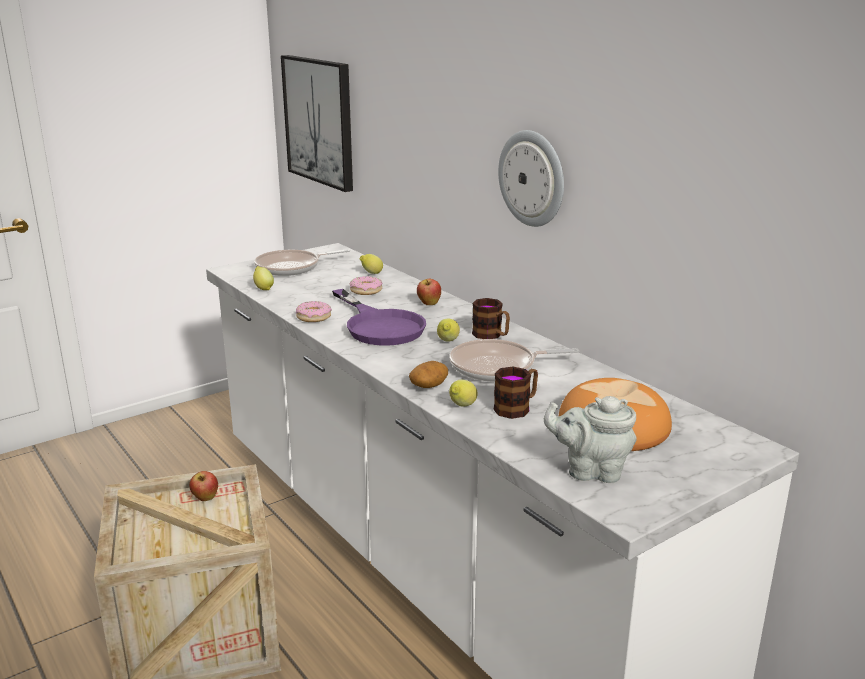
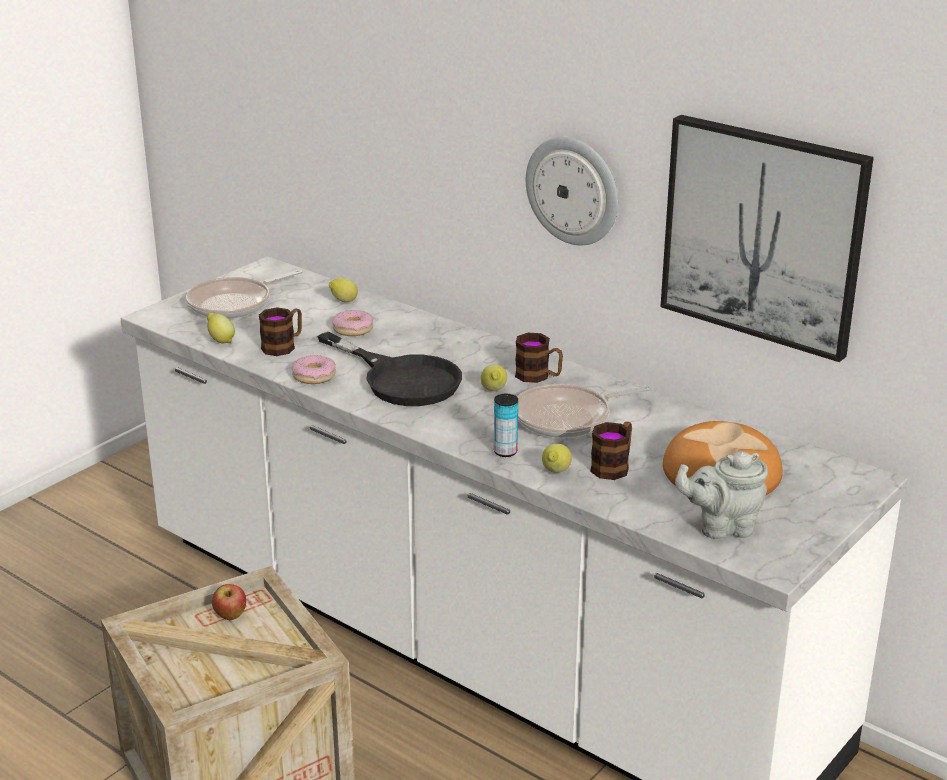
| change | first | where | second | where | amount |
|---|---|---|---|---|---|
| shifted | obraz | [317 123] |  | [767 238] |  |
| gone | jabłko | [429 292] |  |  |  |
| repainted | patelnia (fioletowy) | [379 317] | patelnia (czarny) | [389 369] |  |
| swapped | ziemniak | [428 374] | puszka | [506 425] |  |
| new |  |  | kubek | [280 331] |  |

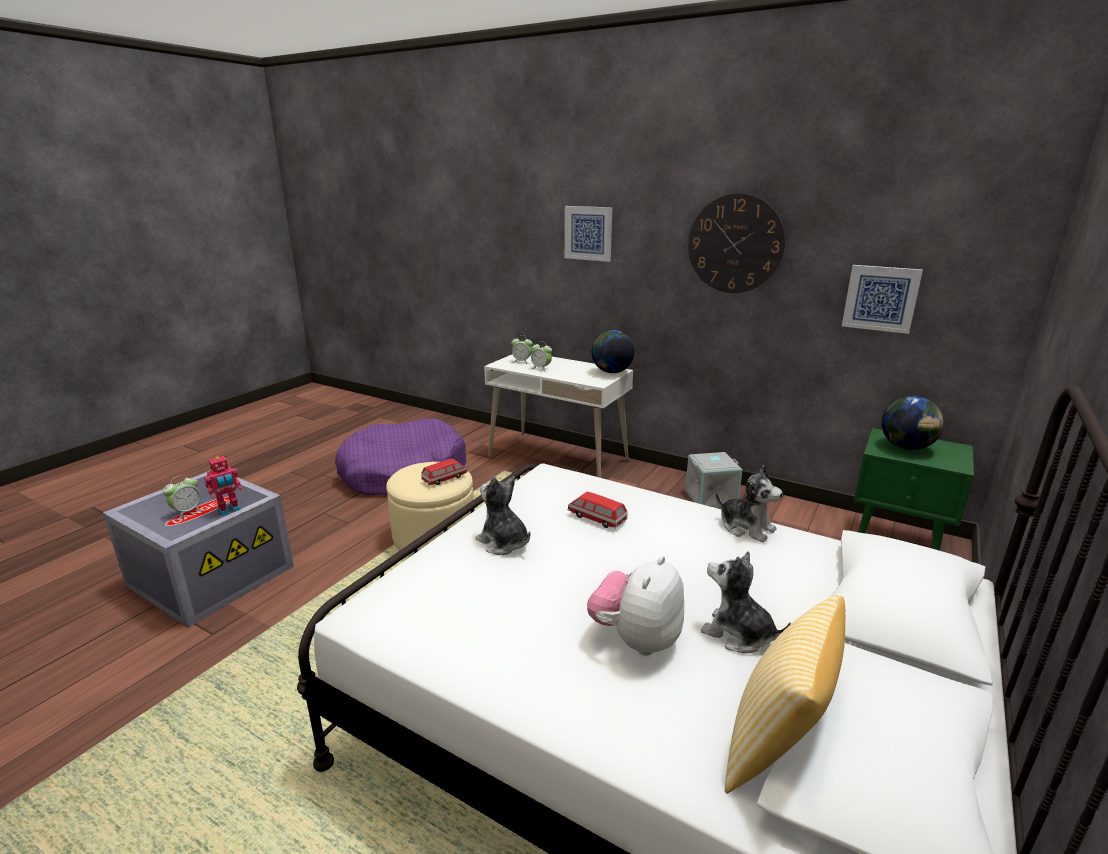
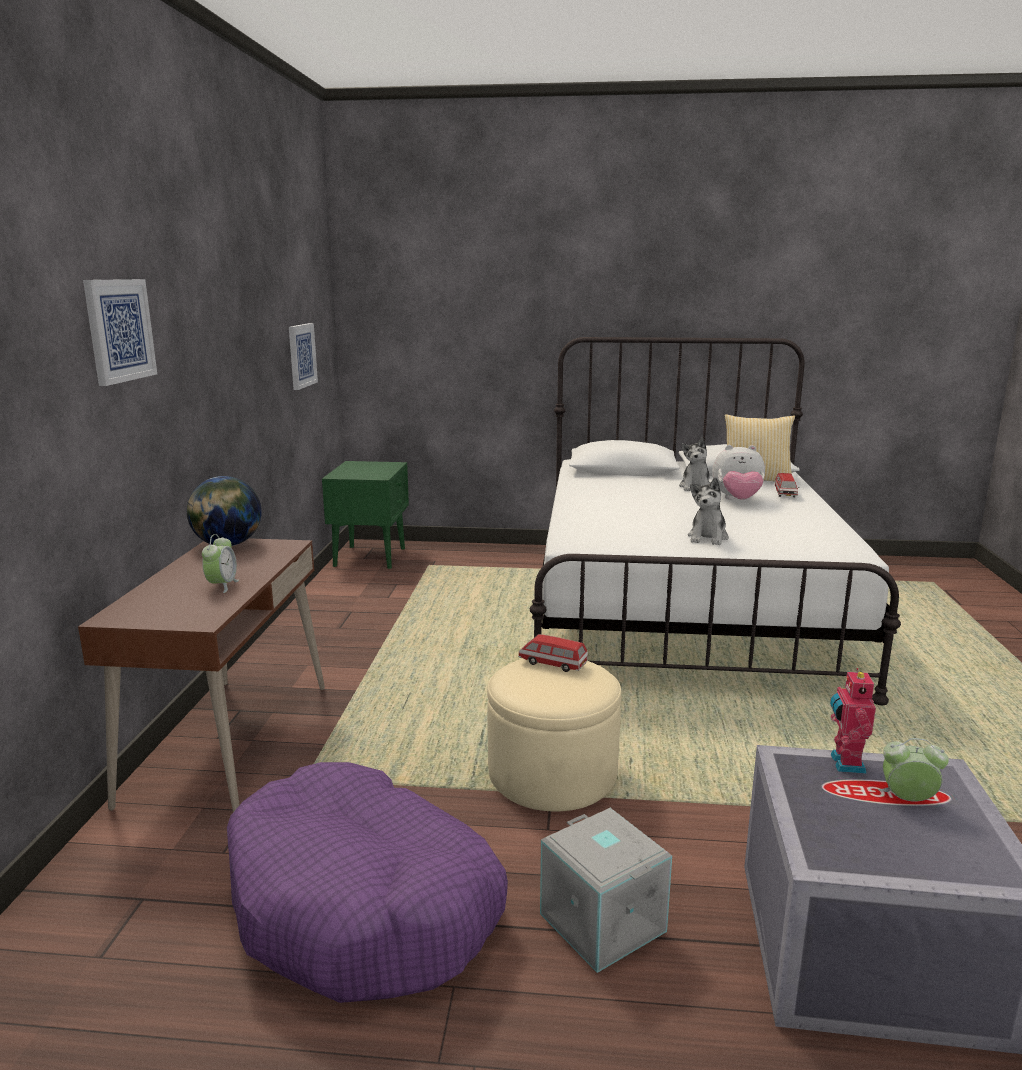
| change | first | where | second | where | amount |
|---|---|---|---|---|---|
| gone | zegar ścienny | [736 243] |  |  |  |
| gone | budzik | [522 349] |  |  |  |
| repainted | biurko (biały) | [558 415] | biurko (brązowy) | [201 675] |  |
| gone | globus | [912 423] |  |  |  |
| shifted | pojemnik do przechowywania (szary) | [713 480] |  | [606 890] |  |
| rotated | robot zabawkowy | [223 485] |  | [853 721] | 105 degrees counterclockwise |
| gone | pluszak | [749 503] |  |  |  |
| shifted | samochodzik | [597 510] |  | [787 485] |  |

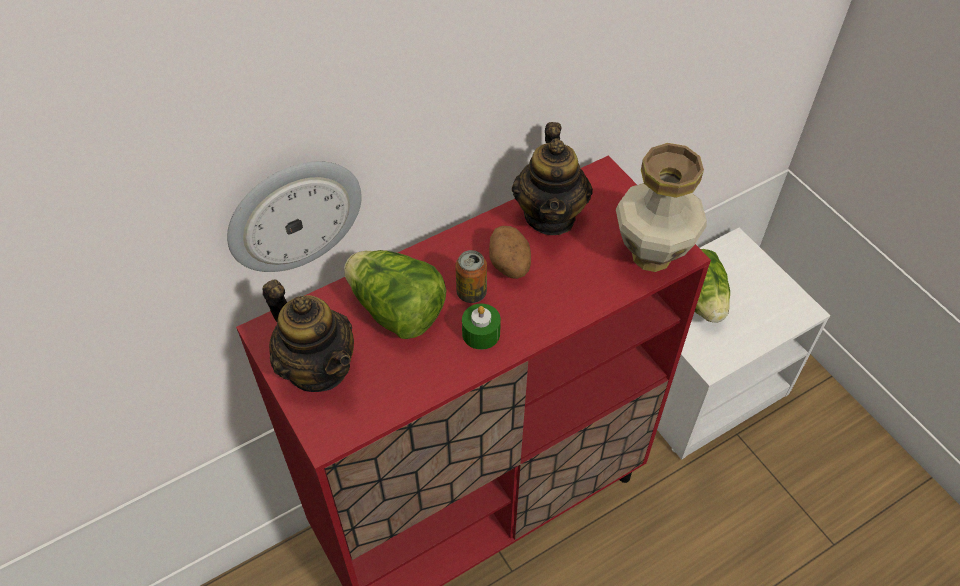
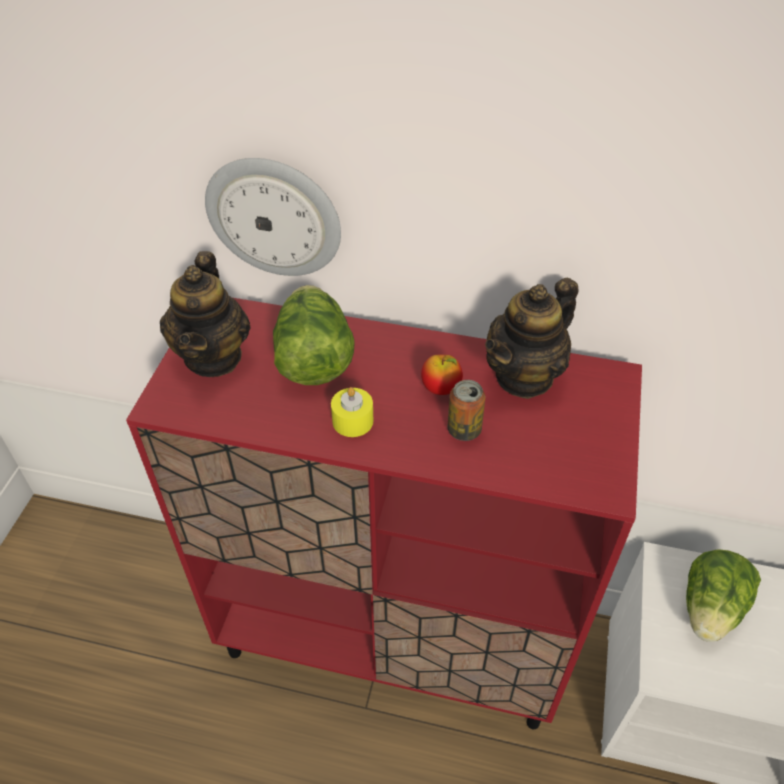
| change | first | where | second | where | amount |
|---|---|---|---|---|---|
| gone | wazon | [661 207] |  |  |  |
| swapped | ziemniak | [510 252] | jabłko | [442 374] |  |
| shifted | puszka | [471 276] |  | [466 410] |  |
| repainted | świeca (zielony) | [481 327] | świeca (żółty) | [352 412] |  |

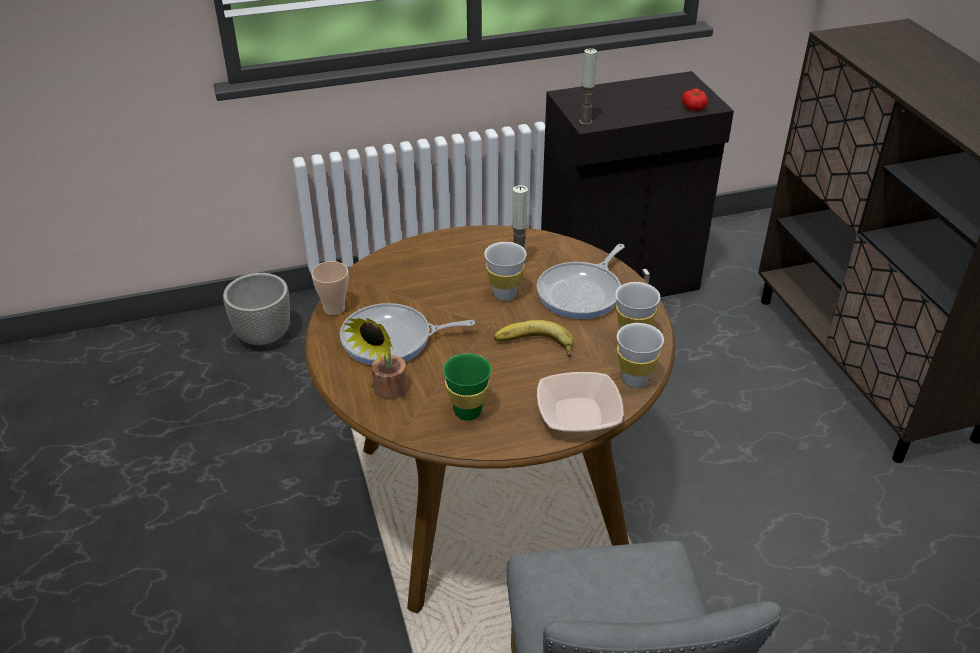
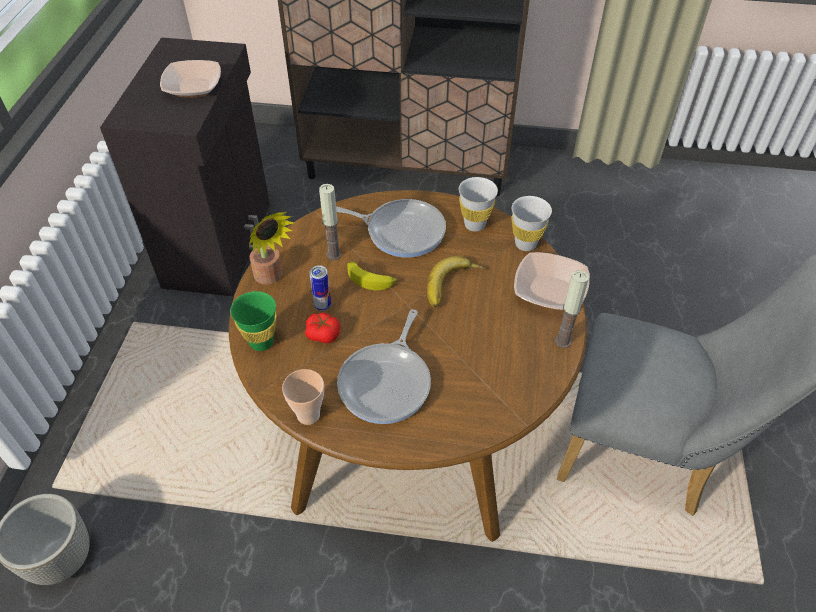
| change | first | where | second | where | amount |
|---|---|---|---|---|---|
| shifted | świeca | [588 86] |  | [572 309] |  |
| shifted | pomidor | [694 99] |  | [322 328] |  |
| swapped | filiżanka (biały) | [505 271] | banan | [372 275] |  |
| rotated | patelnia | [581 281] |  | [391 228] | 45 degrees counterclockwise |
| shifted | roślina doniczkowa | [374 359] |  | [271 248] |  |
| shifted | filiżanka (zielony) | [467 387] |  | [253 321] |  |
| new |  |  | miska | [190 79] |  |
| new |  |  | puszka | [320 288] |  |

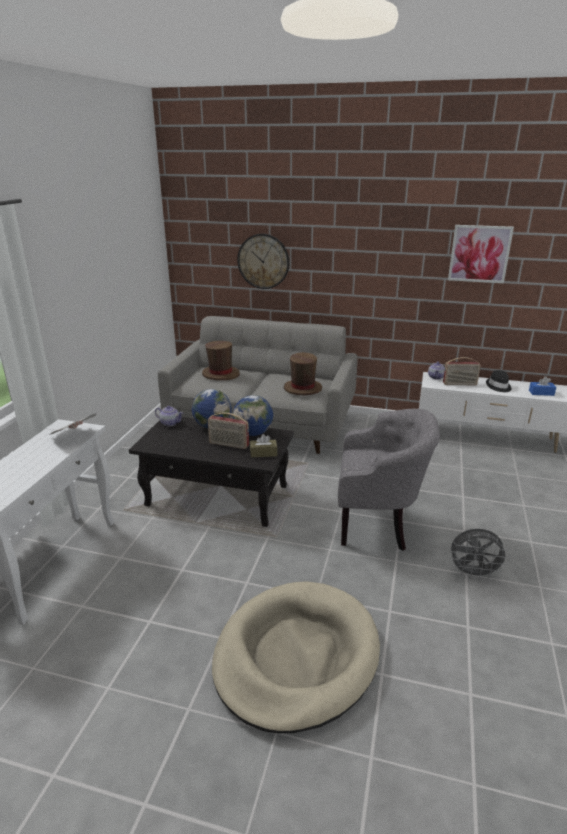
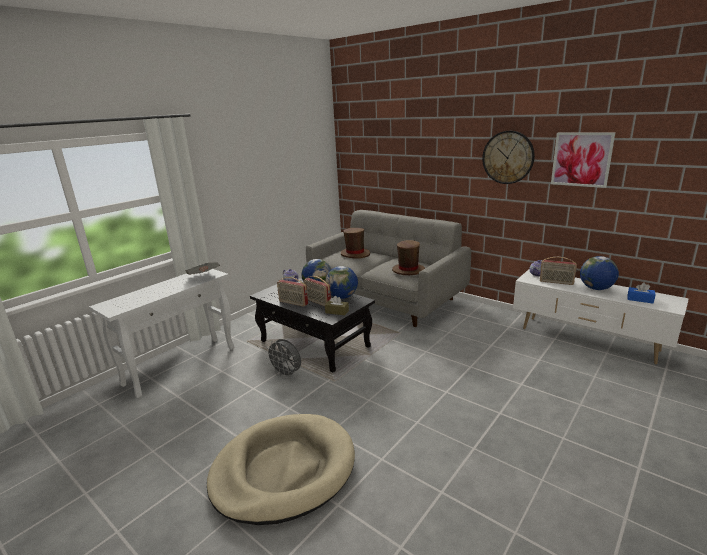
| change | first | where | second | where | amount |
|---|---|---|---|---|---|
| shifted | zegar ścienny | [263 261] |  | [508 157] |  |
| swapped | kapelusz (czarny) | [499 381] | globus | [599 273] |  |
| gone | fotel (szary) | [389 480] |  |  |  |
| shifted | wentylator (szary) | [479 554] |  | [283 358] |  |
| new |  |  | radio | [292 292] |  |

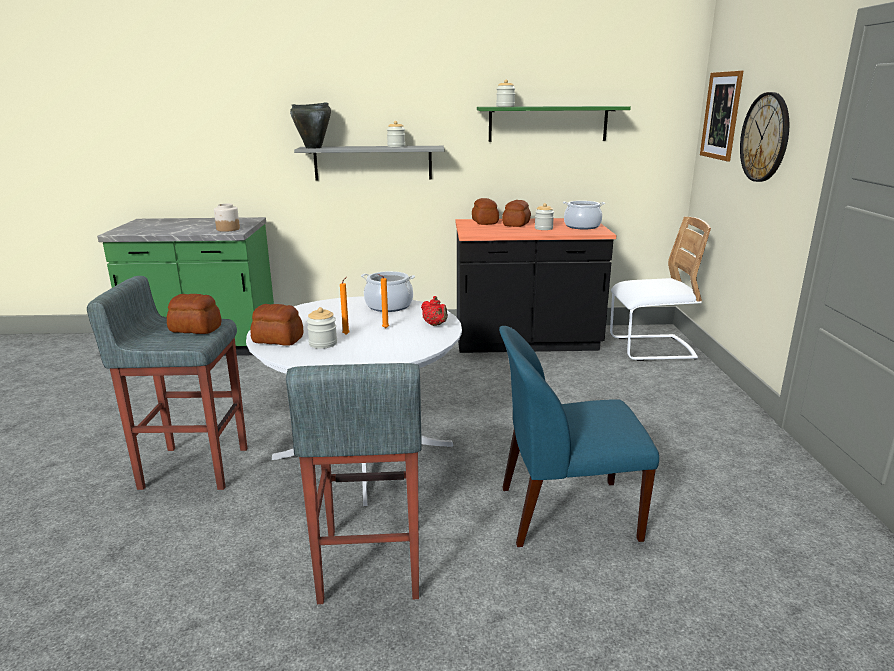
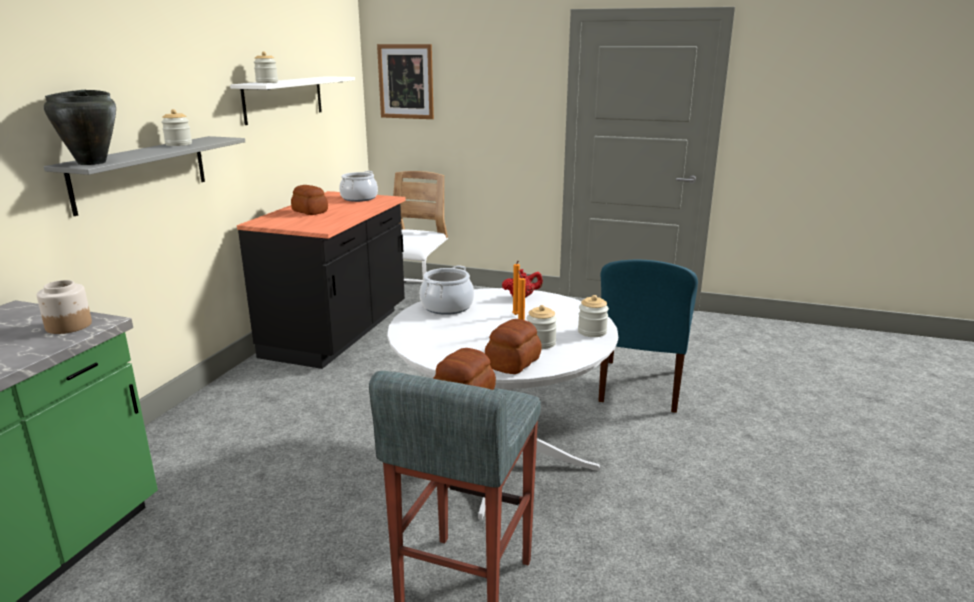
| change | first | where | second | where | amount |
|---|---|---|---|---|---|
| gone | zegar ścienny | [764 137] |  |  |  |
| repainted | półka (zielony) | [554 124] | półka (biały) | [292 100] |  |
| gone | chleb | [485 211] |  |  |  |
| shifted | słoik | [544 216] |  | [593 316] |  |
| gone | stołek (szary) | [354 483] |  |  |  |

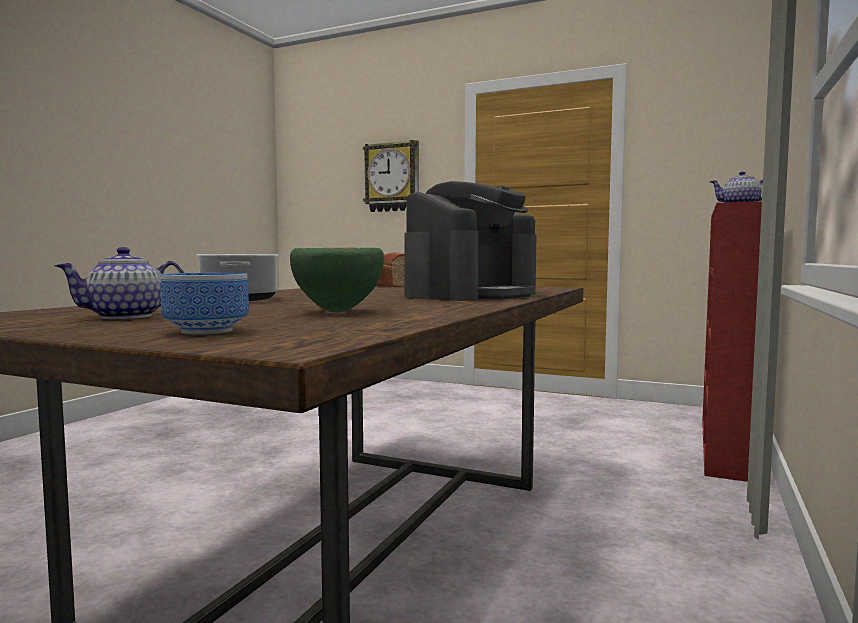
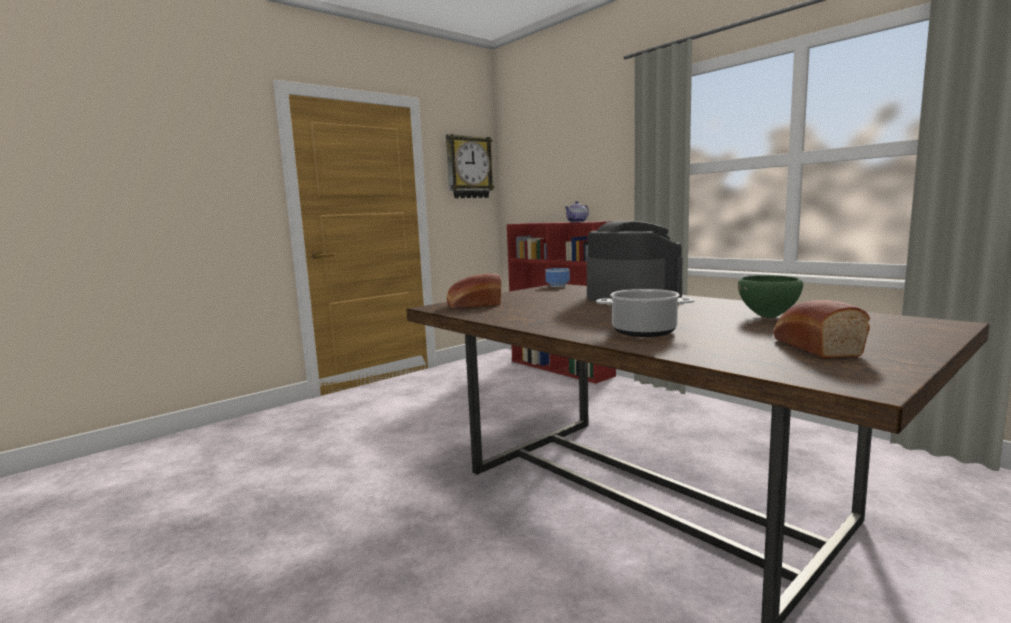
| change | first | where | second | where | amount |
|---|---|---|---|---|---|
| shifted | zegar ścienny | [391 176] |  | [470 166] |  |
| swapped | imbryk | [119 283] | chleb | [821 329] |  |
| shifted | miska | [205 304] |  | [557 277] |  |

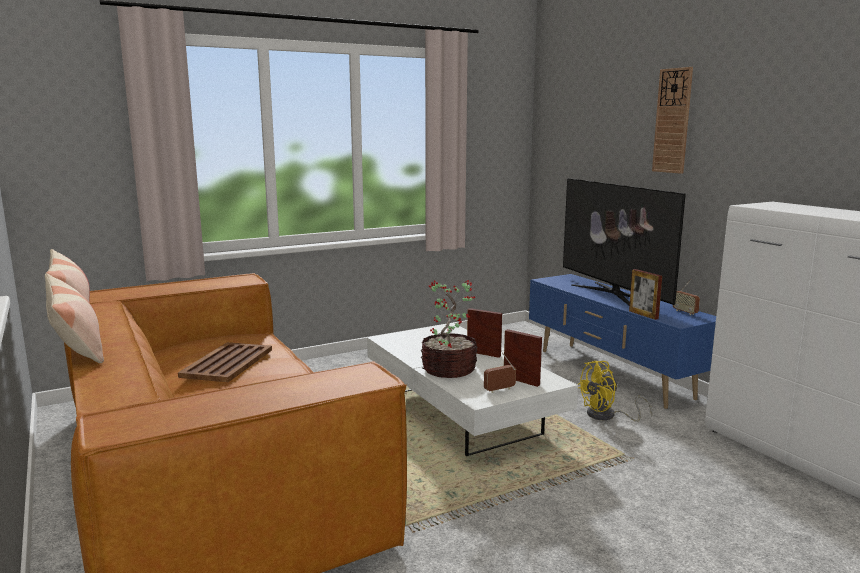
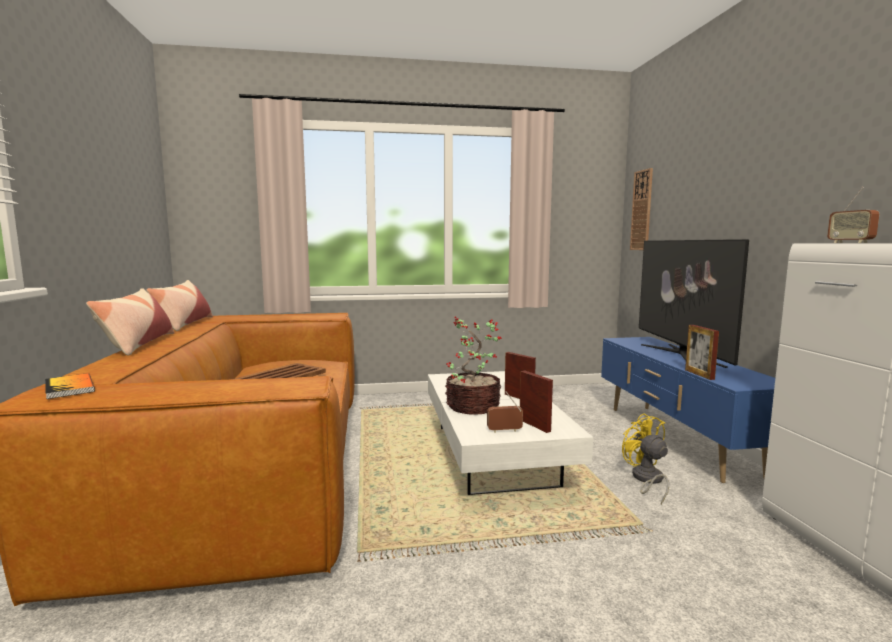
| change | first | where | second | where | amount |
|---|---|---|---|---|---|
| shifted | zegar ścienny | [672 120] |  | [641 209] |  |
| shifted | radio | [686 297] |  | [853 215] |  |
| rotated | wentylator (żółty) | [615 391] |  | [645 458] | 75 degrees clockwise |
| new |  |  | książka | [70 386] |  |

